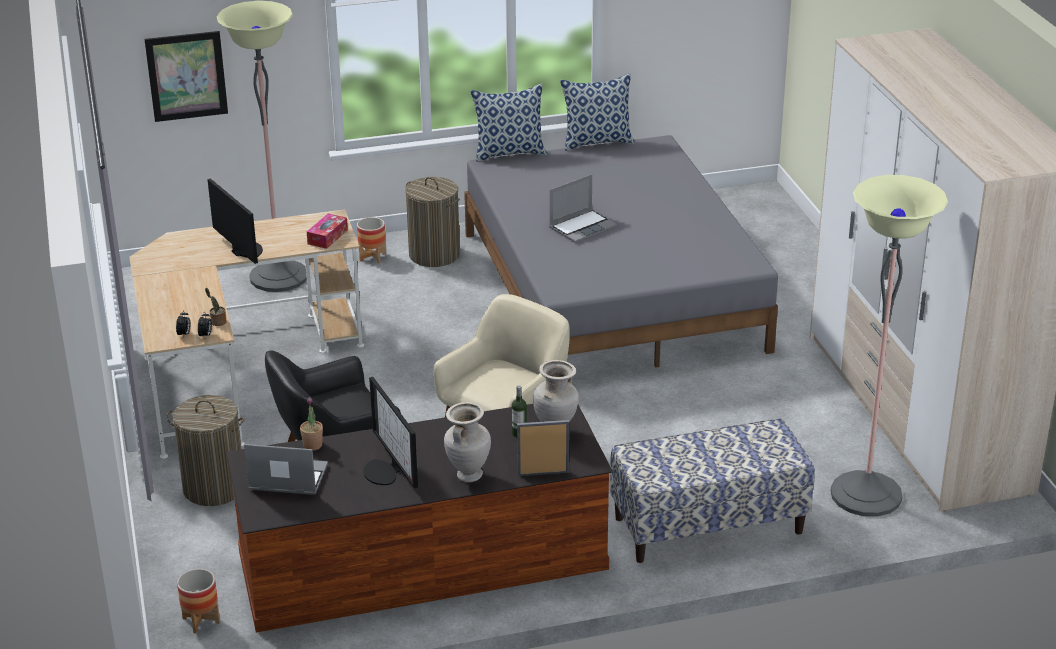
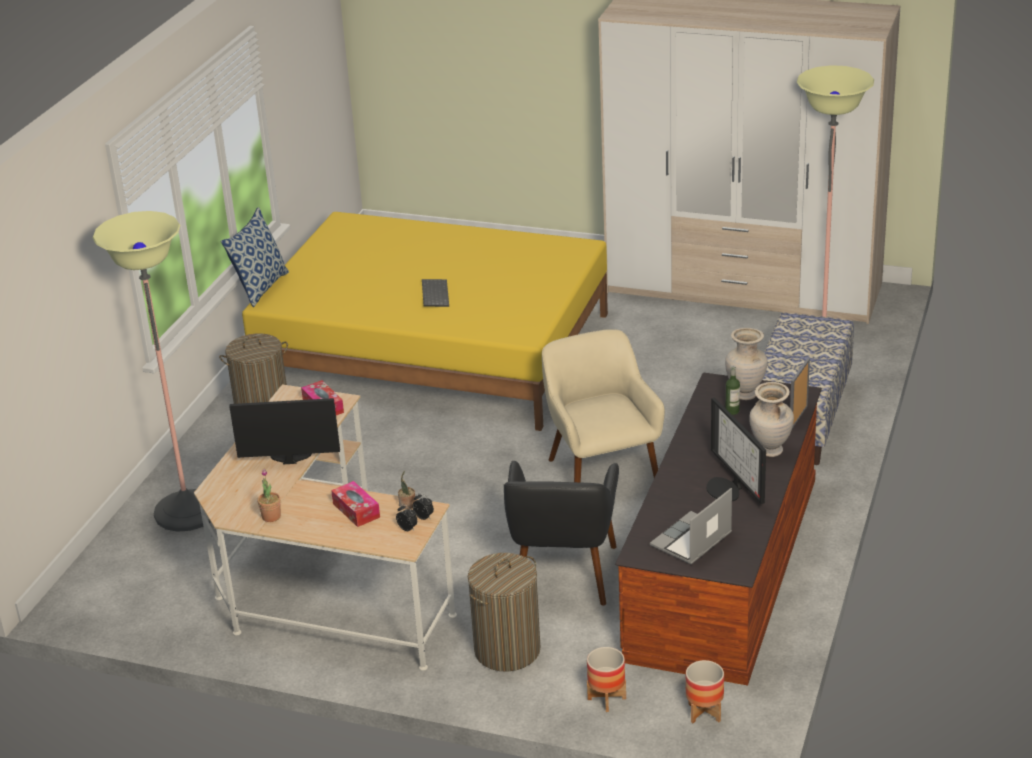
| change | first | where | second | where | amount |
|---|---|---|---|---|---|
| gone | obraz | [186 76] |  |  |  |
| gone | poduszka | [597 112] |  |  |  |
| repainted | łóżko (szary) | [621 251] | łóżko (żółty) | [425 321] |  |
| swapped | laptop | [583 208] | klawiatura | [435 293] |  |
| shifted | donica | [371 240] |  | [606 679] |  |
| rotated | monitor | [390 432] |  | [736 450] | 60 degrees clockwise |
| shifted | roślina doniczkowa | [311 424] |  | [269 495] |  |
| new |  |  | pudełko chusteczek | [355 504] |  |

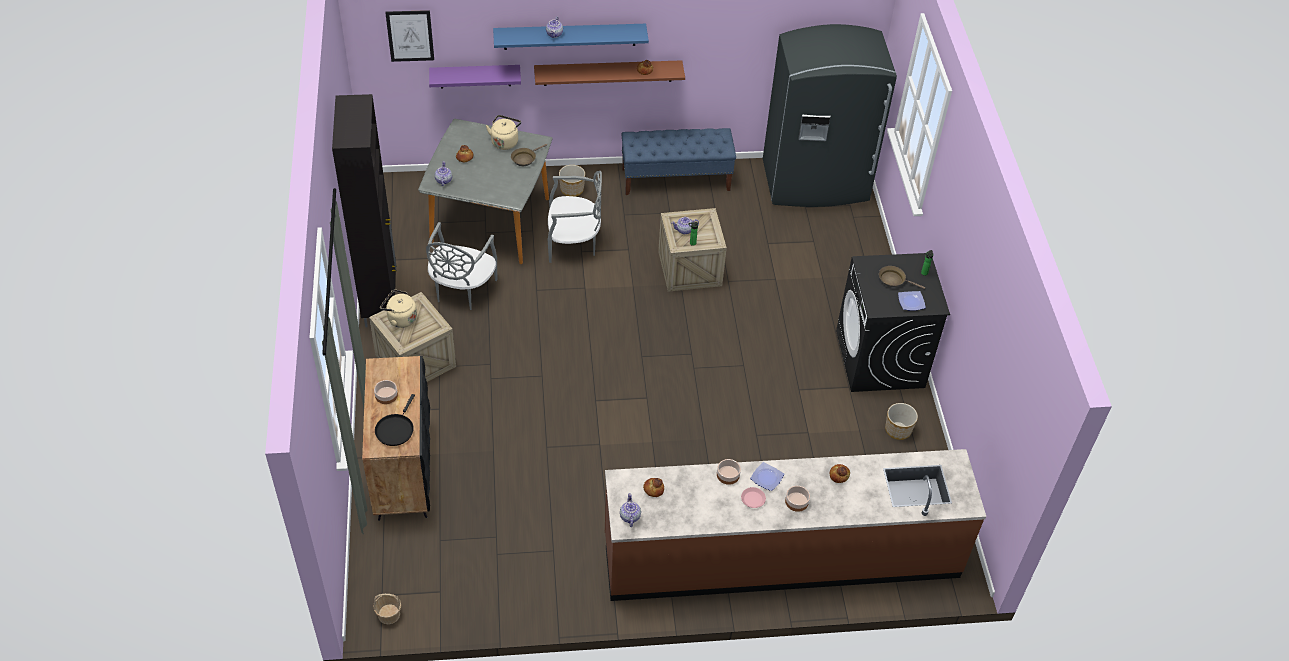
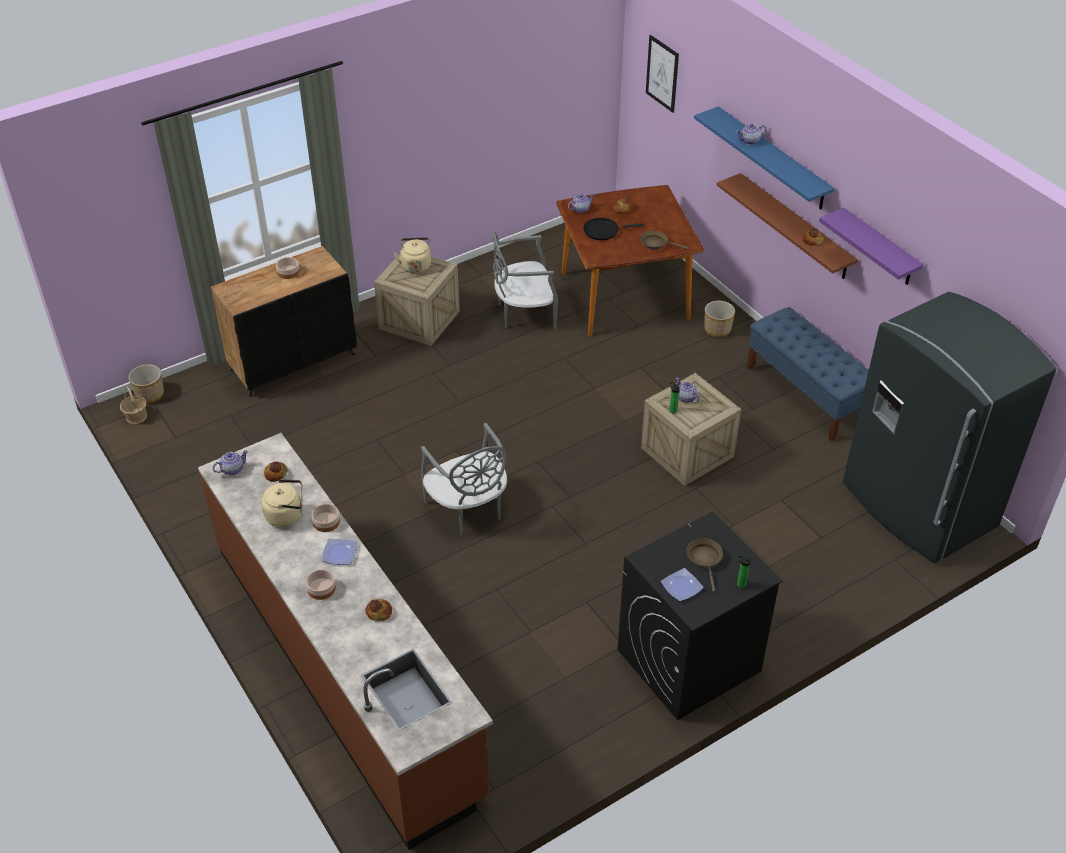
| change | first | where | second | where | amount |
|---|---|---|---|---|---|
| shifted | półka (fioletowy) | [475 77] |  | [871 246] |  |
| gone | szafka (czarny) | [364 210] |  |  |  |
| shifted | czajnik (beżowy) | [503 132] |  | [282 503] |  |
| repainted | stół jadalny (szary) | [485 191] | stół jadalny (brązowy) | [630 260] |  |
| shifted | krzesło (szary) | [575 217] |  | [464 479] |  |
| shifted | patelnia (czarny) | [395 420] |  | [613 229] |  |
| shifted | donica | [901 421] |  | [146 383] |  |
| gone | talerz (różowy) | [753 497] |  |  |  |

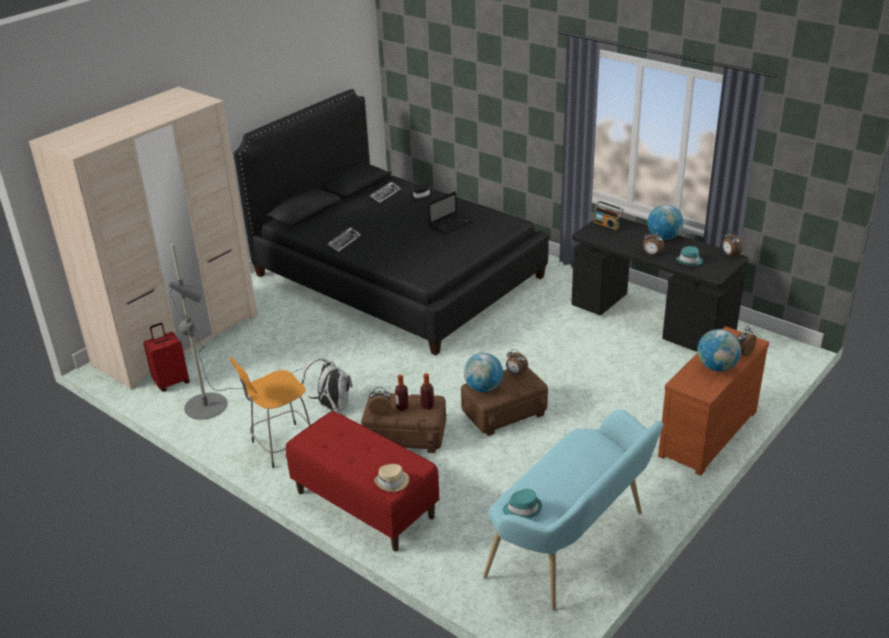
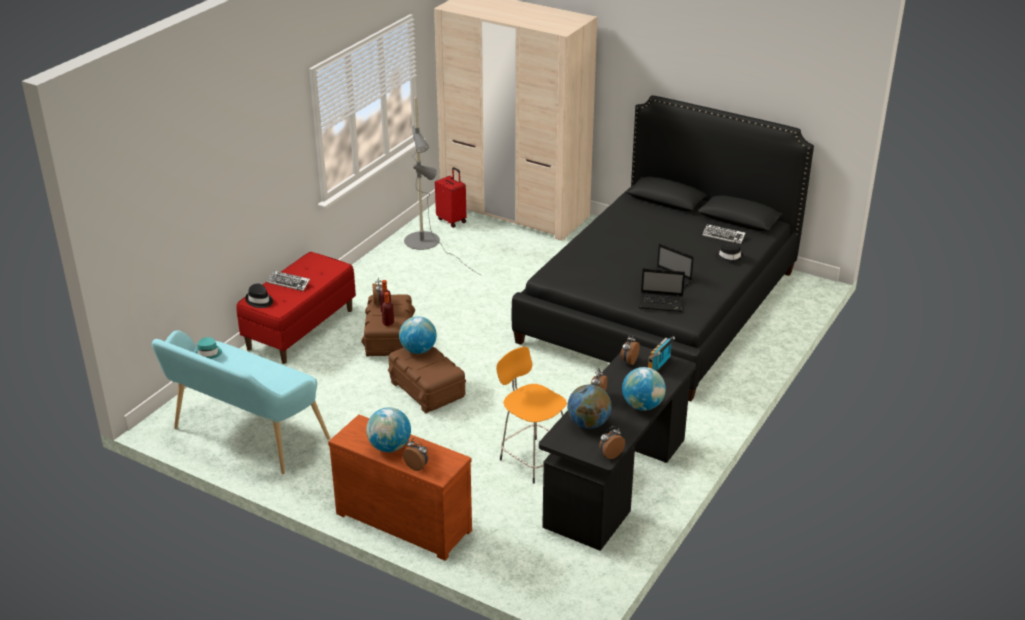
| change | first | where | second | where | amount |
|---|---|---|---|---|---|
| shifted | klawiatura | [344 239] |  | [288 281] |  |
| swapped | kapelusz (turkusowy) | [689 256] | globus | [589 406] |  |
| shifted | budzik | [517 362] |  | [630 349] |  |
| shifted | stołek (pomarańczowy) | [270 412] |  | [531 415] |  |
| gone | plecak (biały) | [326 384] |  |  |  |
| repainted | kapelusz (beżowy) | [391 478] | kapelusz (czarny) | [259 296] |  |
| new |  |  | laptop | [662 290] |  |

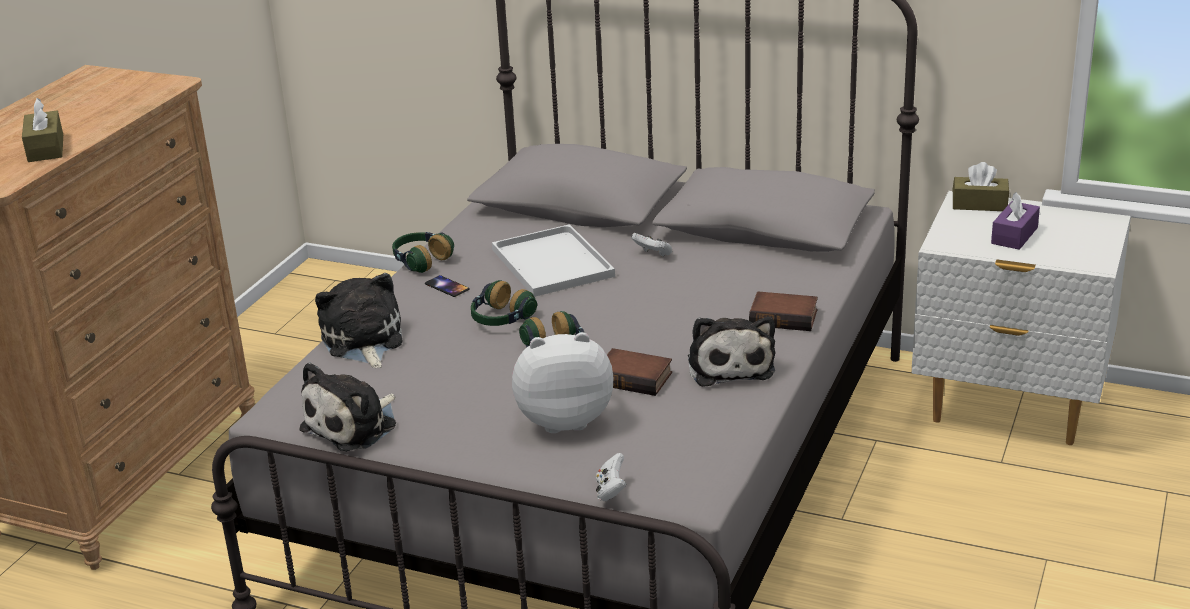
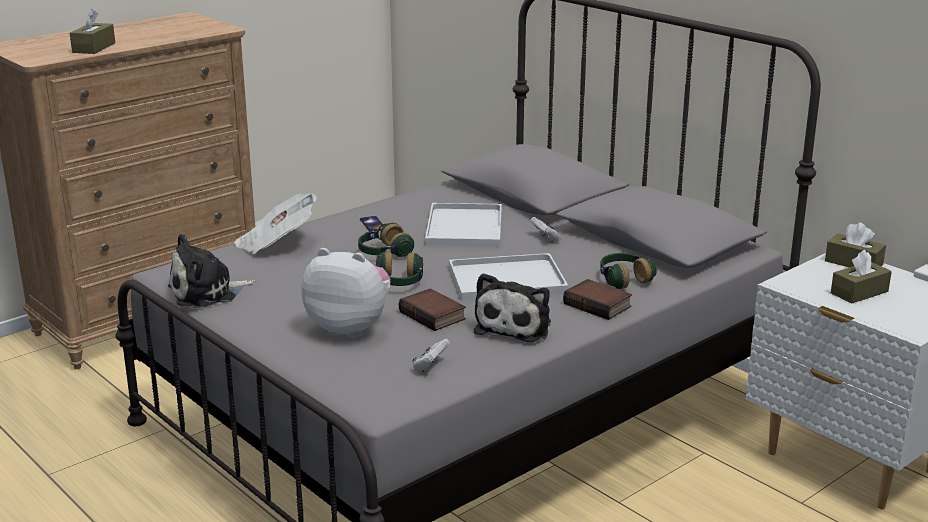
| change | first | where | second | where | amount |
|---|---|---|---|---|---|
| repainted | pudełko chusteczek (fioletowy) | [1015 221] | pudełko chusteczek (brązowy) | [861 276] |  |
| shifted | słuchawki | [423 252] |  | [628 271] |  |
| swapped | pluszak | [358 321] | gazeta | [275 223] |  |
| shifted | pad do gier (biały) | [611 477] |  | [431 355] |  |
| new |  |  | taca (biały) | [508 276] |  |

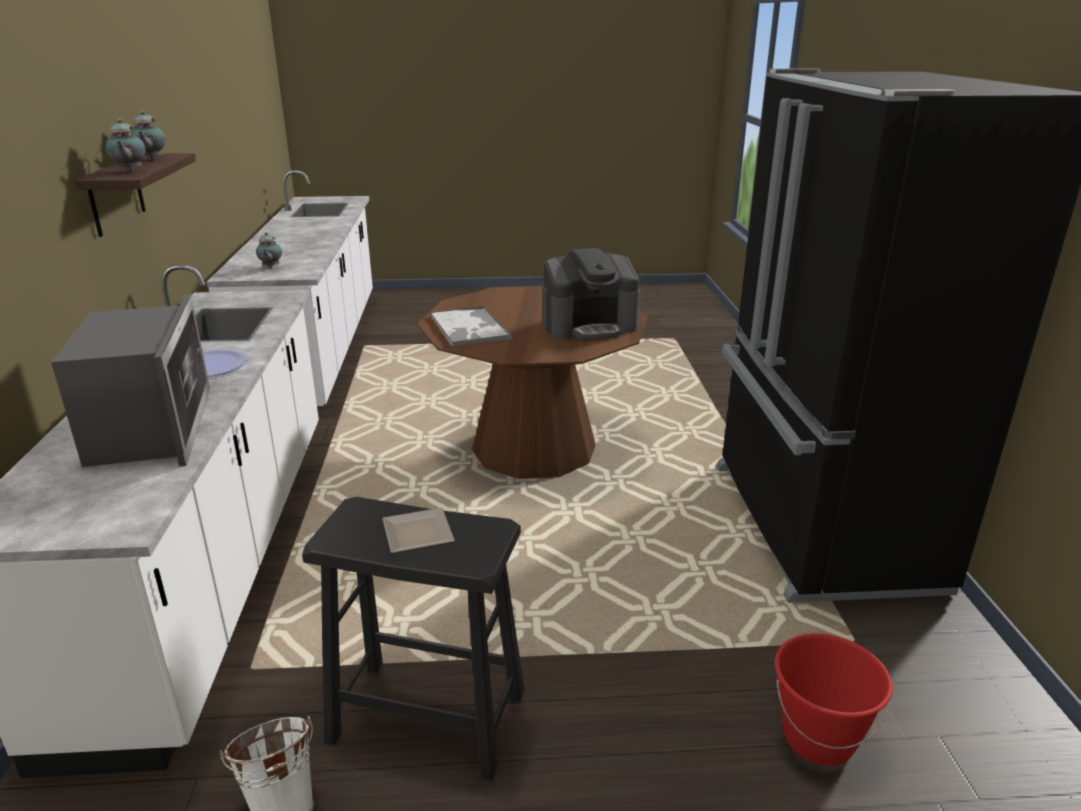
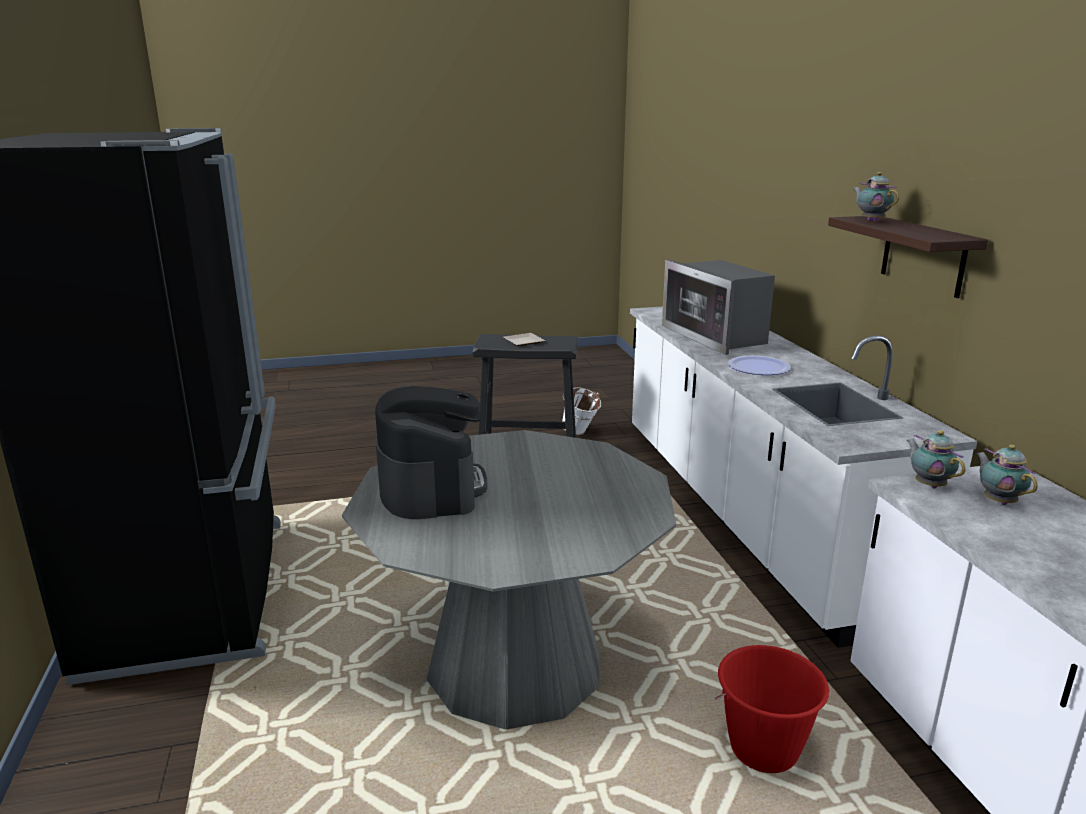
| change | first | where | second | where | amount |
|---|---|---|---|---|---|
| shifted | imbryk | [148 135] |  | [936 459] |  |
| rotated | ekspres do kawy | [591 294] |  | [431 452] | 105 degrees clockwise |
| repainted | stół jadalny (brązowy) | [532 382] | stół jadalny (szary) | [509 579] |  |
| gone | taca | [470 326] |  |  |  |
| shifted | wiadro (czerwony) | [834 699] |  | [771 709] |  |

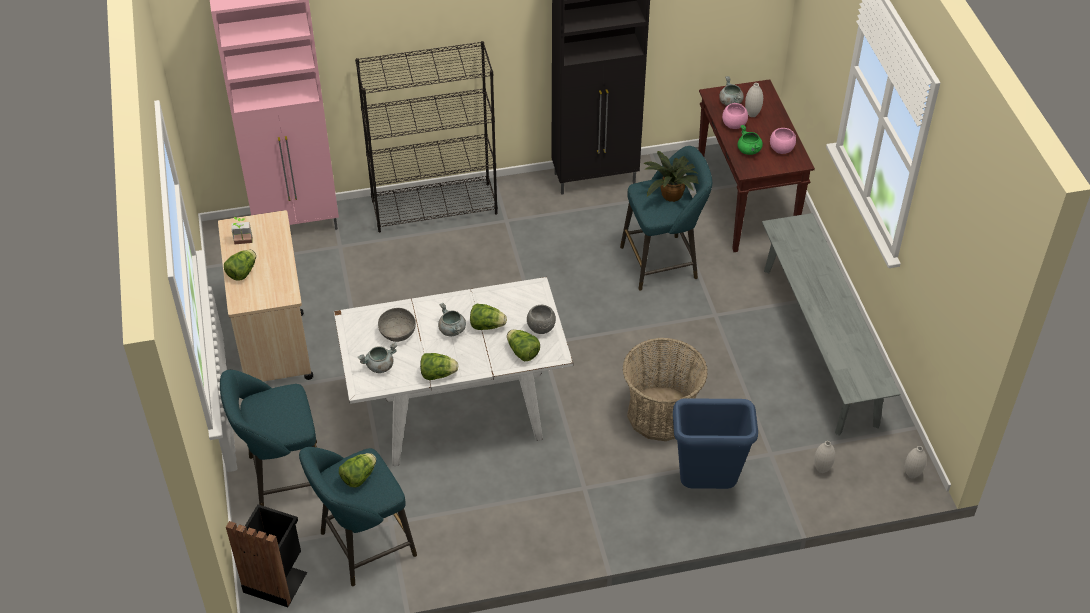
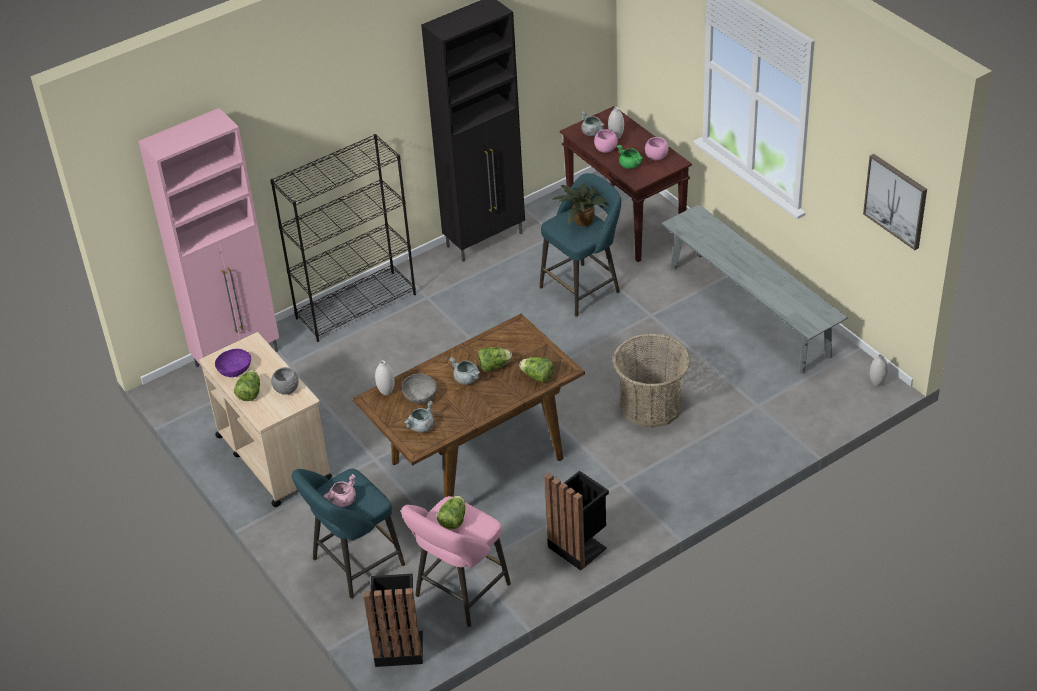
| change | first | where | second | where | amount |
|---|---|---|---|---|---|
| swapped | roślina doniczkowa | [241 230] | miska (fioletowy) | [233 363] |  |
| repainted | stół jadalny (biały) | [453 371] | stół jadalny (brązowy) | [468 406] |  |
| shifted | miska (szary) | [541 319] |  | [285 381] |  |
| gone | sałata | [439 366] |  |  |  |
| gone | kosz na śmieci (niebieski) | [715 443] |  |  |  |
| shifted | wazon (biały) | [824 457] |  | [385 377] |  |
| repainted | stołek (turkusowy) | [358 516] | stołek (różowy) | [456 561] |  |
| new |  |  | obraz | [895 202] |  |
| new |  |  | kosz na śmieci (czarny) | [576 521] |  |
| new |  |  | garnek (różowy) | [340 490] |  |

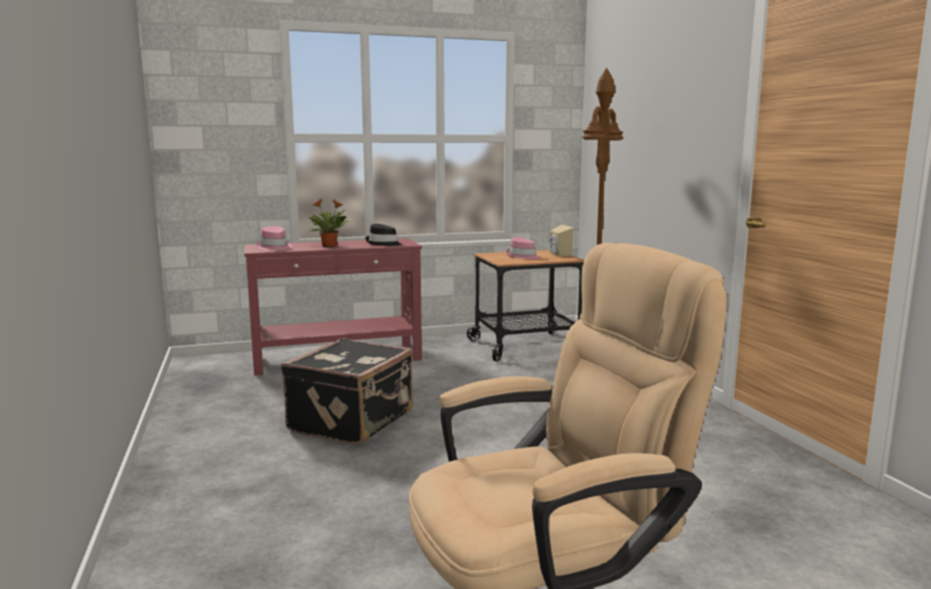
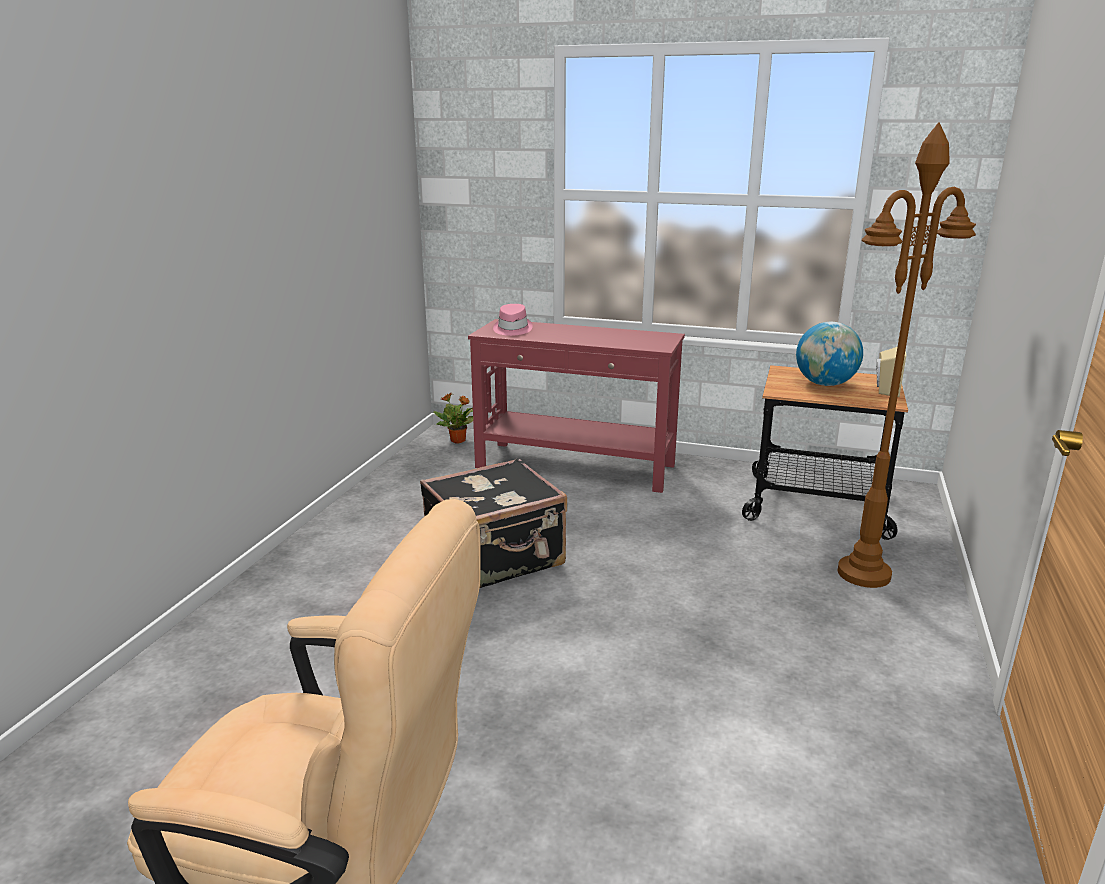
| change | first | where | second | where | amount |
|---|---|---|---|---|---|
| shifted | roślina doniczkowa | [328 222] |  | [453 418] |  |
| gone | kapelusz (czarny) | [383 235] |  |  |  |
| swapped | kapelusz (różowy) | [523 248] | globus | [829 354] |  |

